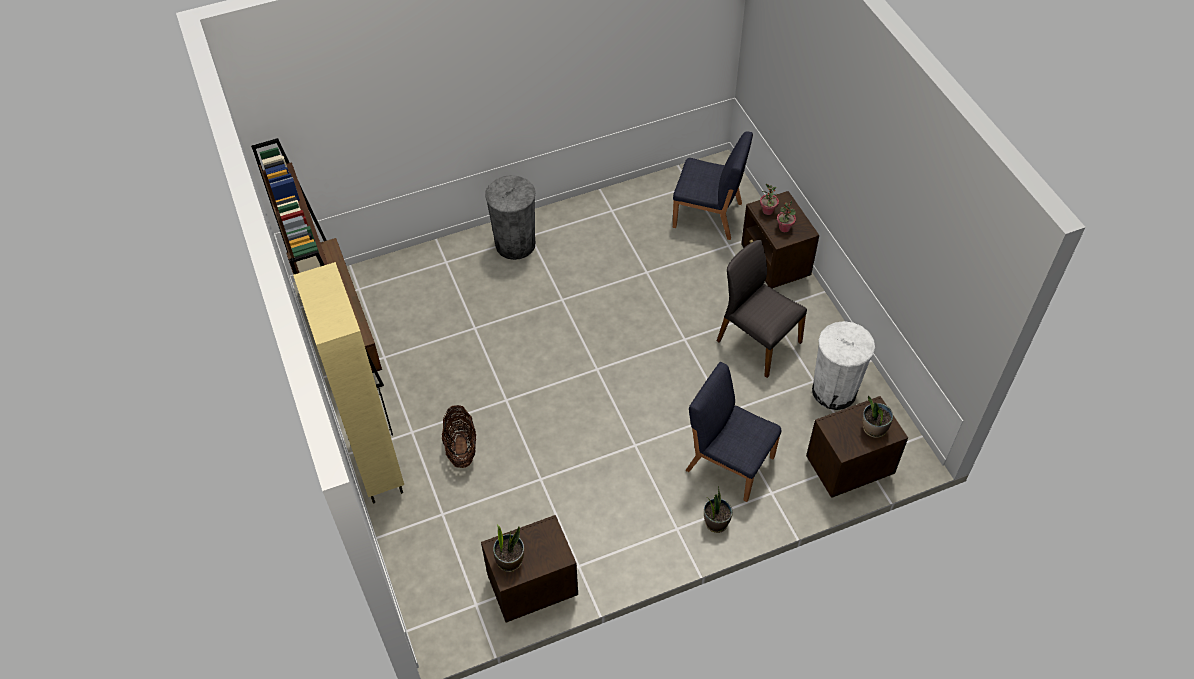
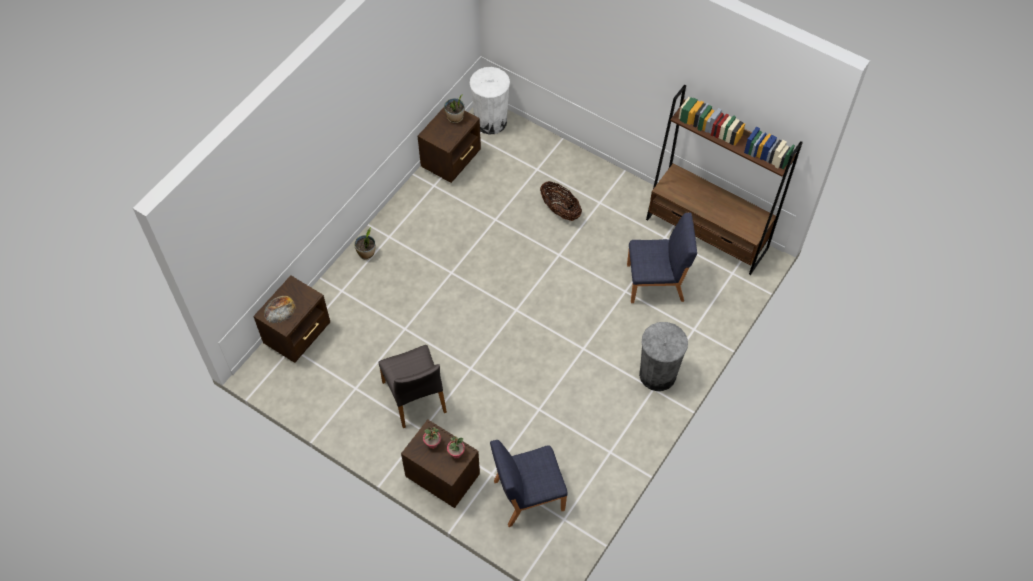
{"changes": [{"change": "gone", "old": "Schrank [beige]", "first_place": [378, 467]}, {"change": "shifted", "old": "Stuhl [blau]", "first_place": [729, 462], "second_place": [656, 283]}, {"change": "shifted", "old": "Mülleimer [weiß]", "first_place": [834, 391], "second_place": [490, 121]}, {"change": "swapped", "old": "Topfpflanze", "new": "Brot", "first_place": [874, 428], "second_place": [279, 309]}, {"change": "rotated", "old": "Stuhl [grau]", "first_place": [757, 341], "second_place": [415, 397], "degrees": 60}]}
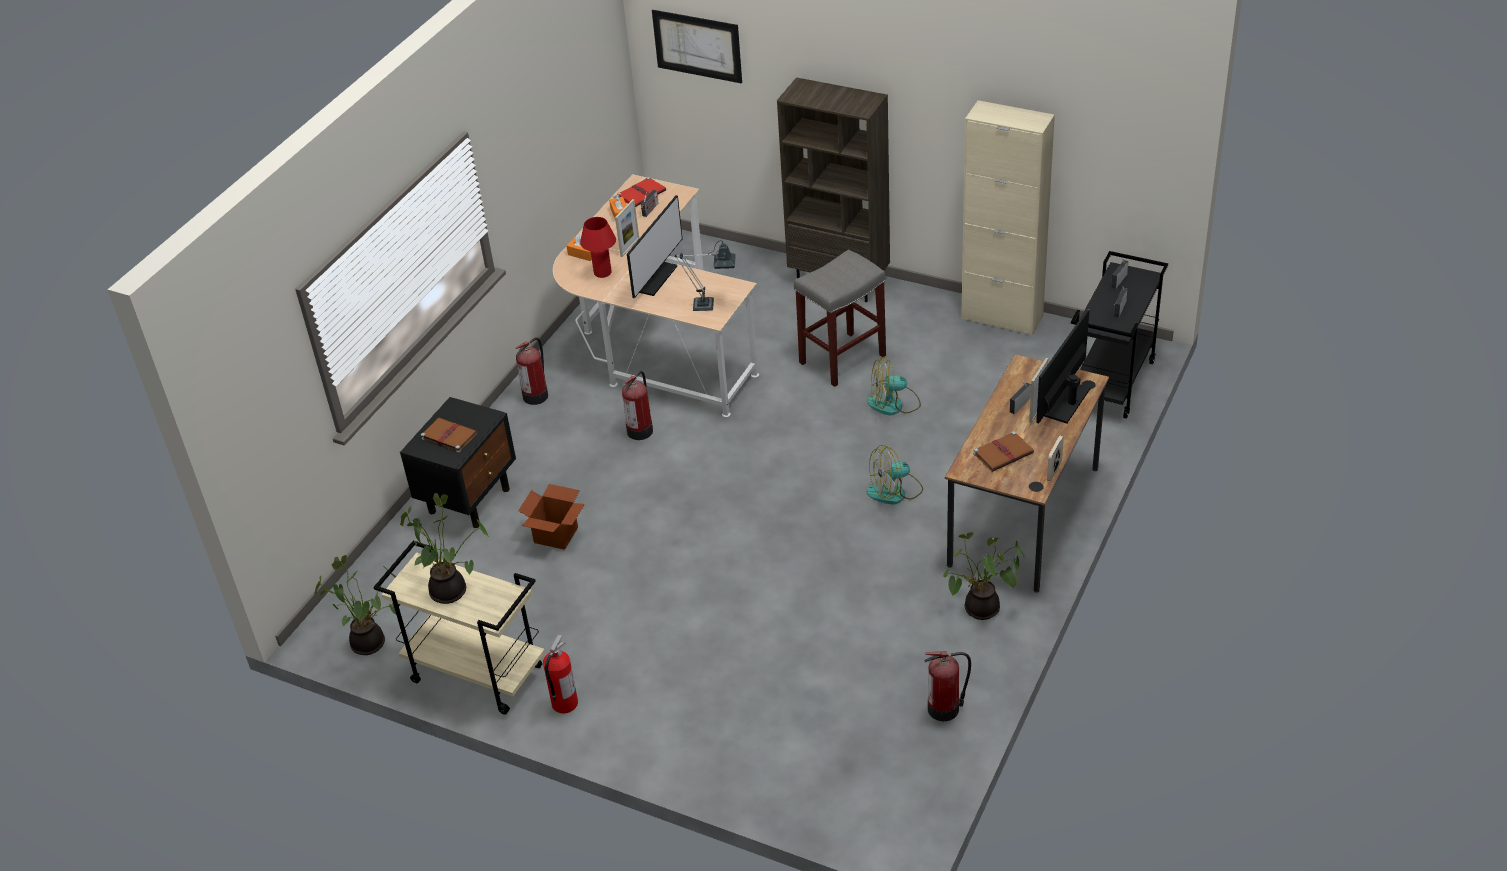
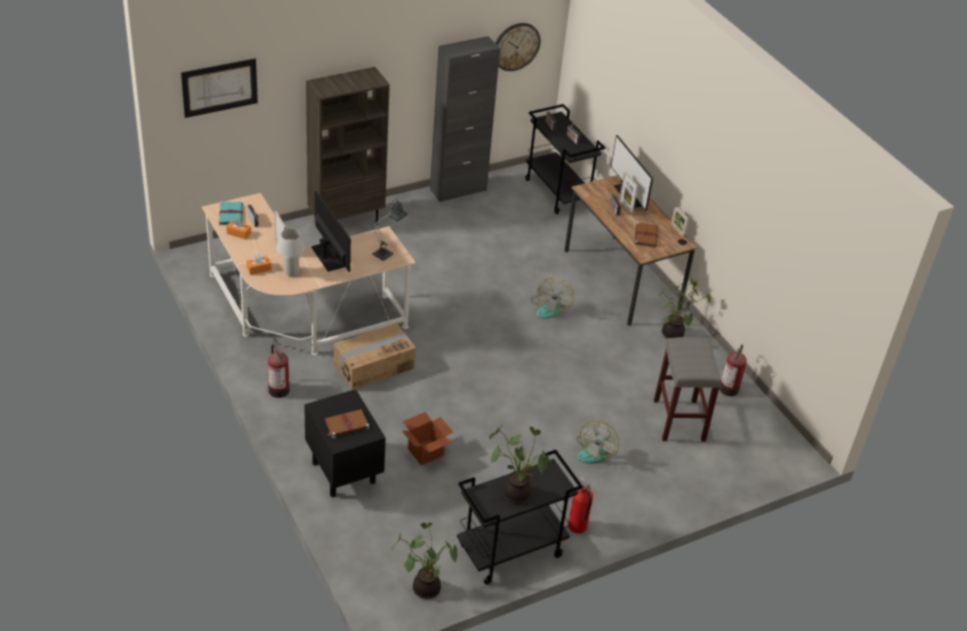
{"changes": [{"change": "new", "new": "Wanduhr", "second_place": [516, 46]}, {"change": "shifted", "old": "Hocker [grau]", "first_place": [842, 360], "second_place": [679, 421]}, {"change": "shifted", "old": "Ventilator", "first_place": [894, 404], "second_place": [595, 451]}, {"change": "swapped", "old": "Feuerlöscher", "new": "Karton", "first_place": [640, 430], "second_place": [373, 366]}, {"change": "repainted", "old": "Rollwagen [beige]", "new": "Rollwagen [schwarz]", "first_place": [475, 674], "second_place": [510, 552]}, {"change": "repainted", "old": "Tischlampe [rot]", "new": "Tischlampe [weiß]", "first_place": [602, 273], "second_place": [291, 272]}, {"change": "repainted", "old": "Buch [rot]", "new": "Buch [türkis]", "first_place": [642, 194], "second_place": [230, 214]}, {"change": "repainted", "old": "Schrank [beige]", "new": "Schrank [schwarz]", "first_place": [1002, 317], "second_place": [458, 190]}]}
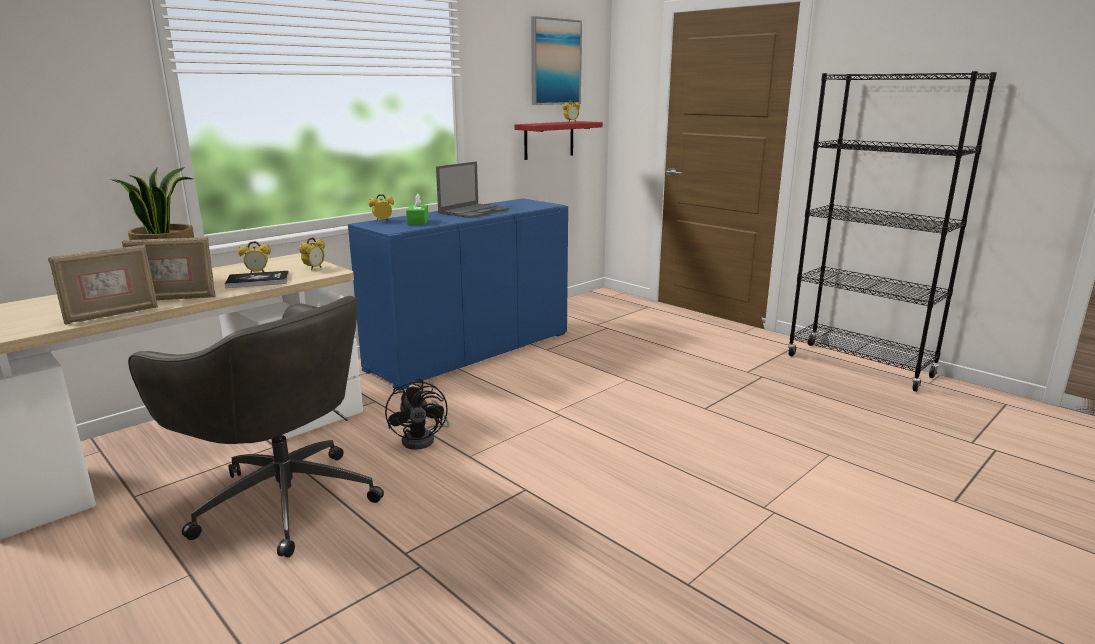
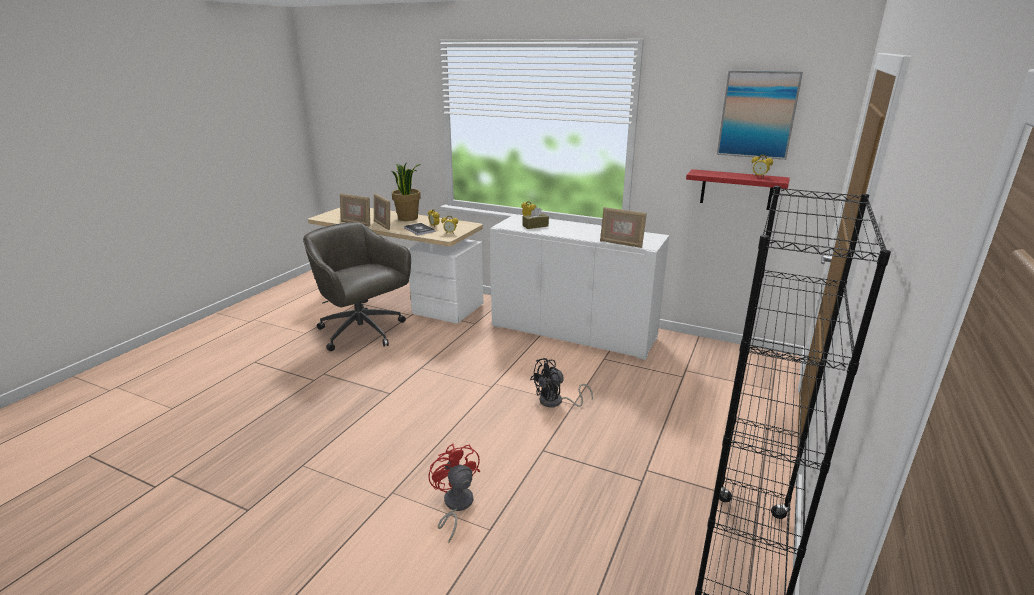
{"changes": [{"change": "gone", "old": "Laptop", "first_place": [474, 211]}, {"change": "new", "new": "Ventilator [rot]", "second_place": [455, 506]}, {"change": "new", "new": "Bilderrahmen", "second_place": [621, 244]}, {"change": "shifted", "old": "Ventilator [schwarz]", "first_place": [424, 439], "second_place": [556, 402]}, {"change": "repainted", "old": "Schrank [blau]", "new": "Schrank [weiß]", "first_place": [471, 351], "second_place": [573, 332]}, {"change": "repainted", "old": "Taschentuchbox [grün]", "new": "Taschentuchbox [braun]", "first_place": [418, 222], "second_place": [535, 226]}, {"change": "rotated", "old": "Bürostuhl [grau]", "first_place": [283, 499], "second_place": [363, 332], "degrees": 120}]}
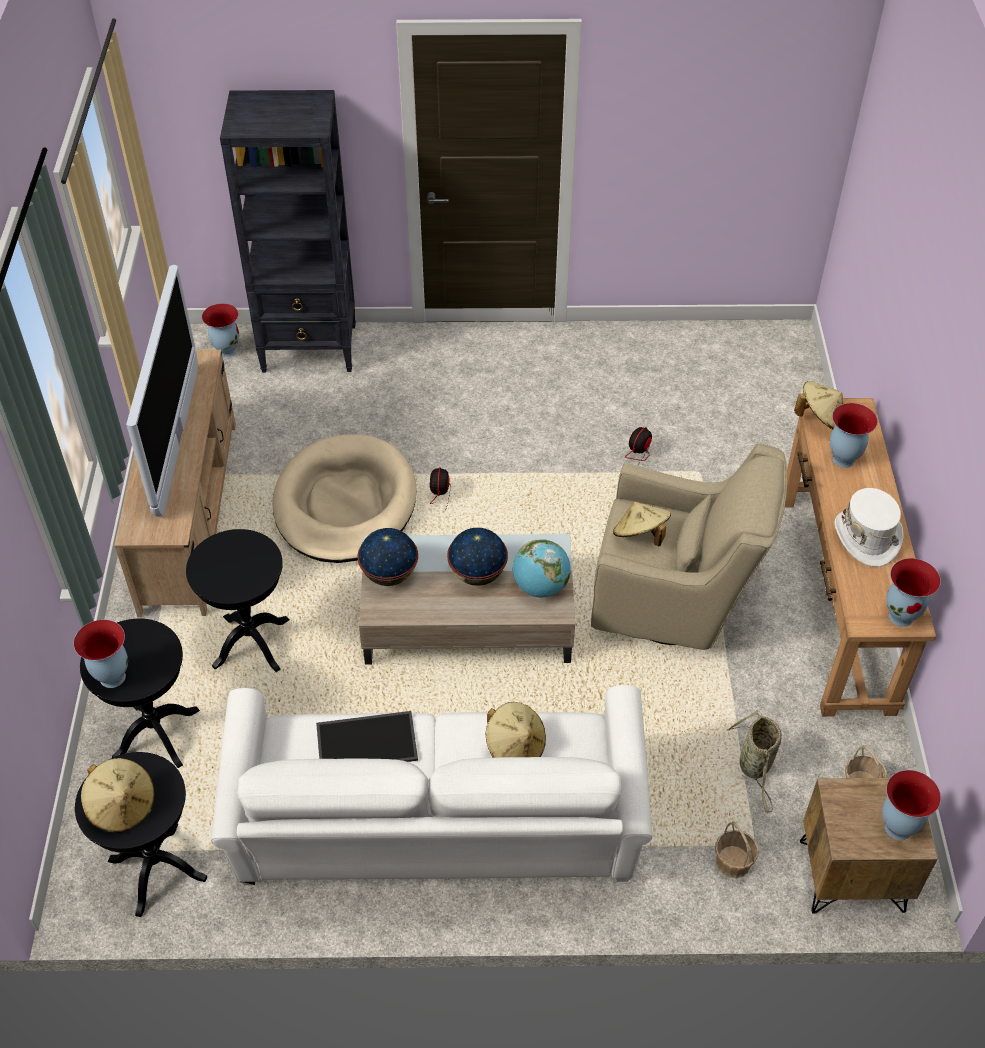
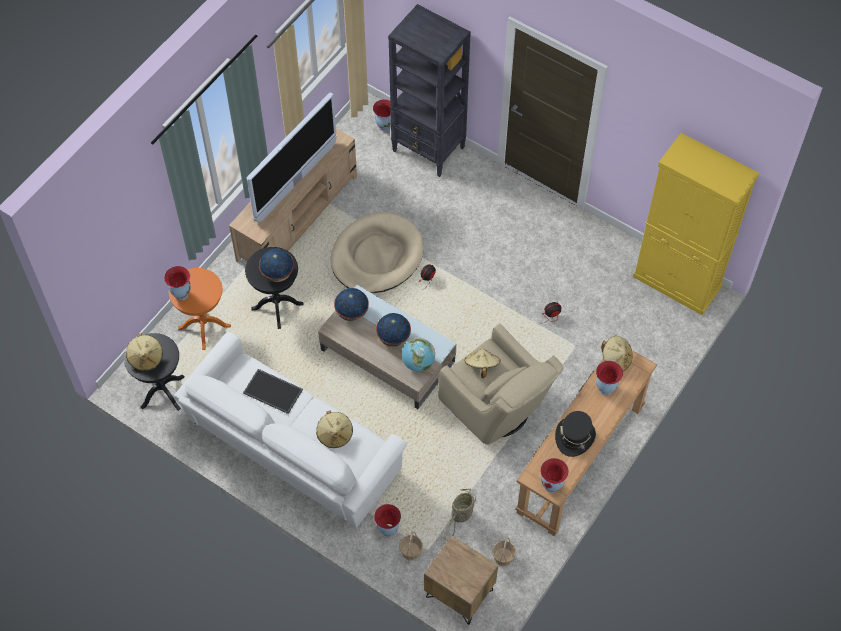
{"changes": [{"change": "new", "new": "Globus", "second_place": [278, 274]}, {"change": "new", "new": "Schrank [gelb]", "second_place": [677, 282]}, {"change": "shifted", "old": "Vase", "first_place": [897, 828], "second_place": [387, 530]}, {"change": "repainted", "old": "Beistelltisch [schwarz]", "new": "Beistelltisch [orange]", "first_place": [156, 734], "second_place": [204, 327]}, {"change": "repainted", "old": "Hut [weiß]", "new": "Hut [schwarz]", "first_place": [866, 538], "second_place": [575, 437]}]}
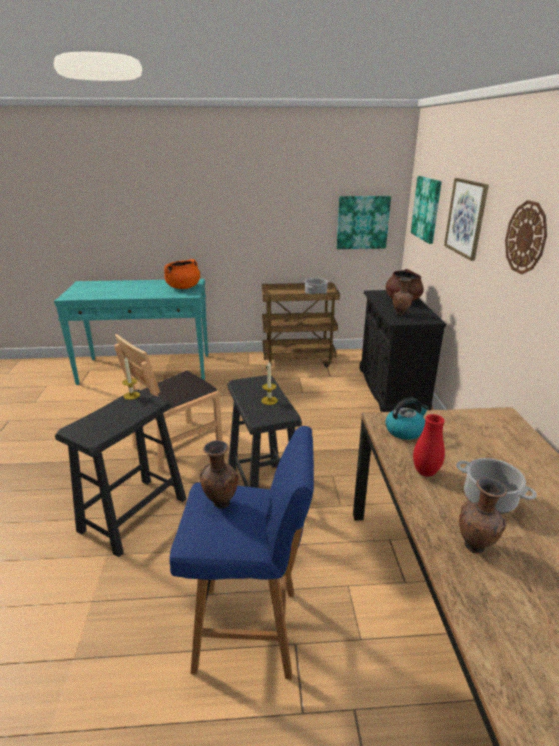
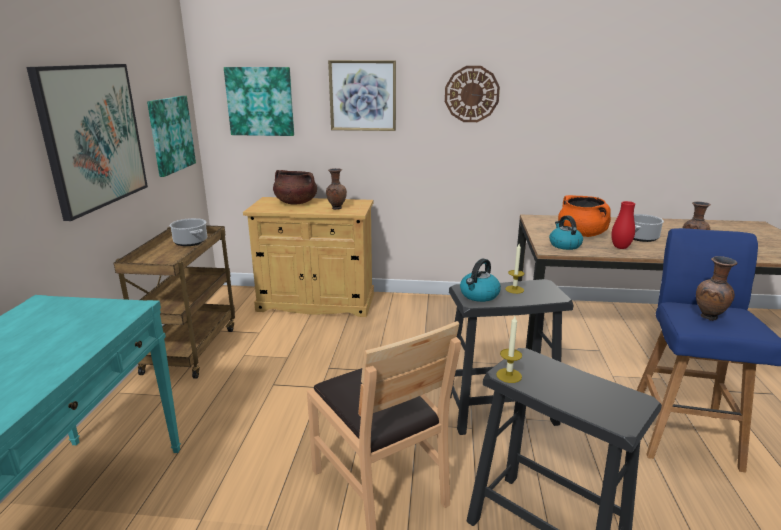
{"changes": [{"change": "new", "new": "Bild", "second_place": [93, 136]}, {"change": "new", "new": "Wasserkessel", "second_place": [479, 295]}, {"change": "shifted", "old": "Kochtopf [orange]", "first_place": [183, 287], "second_place": [582, 234]}, {"change": "repainted", "old": "Schrank [schwarz]", "new": "Schrank [beige]", "first_place": [391, 389], "second_place": [316, 302]}]}
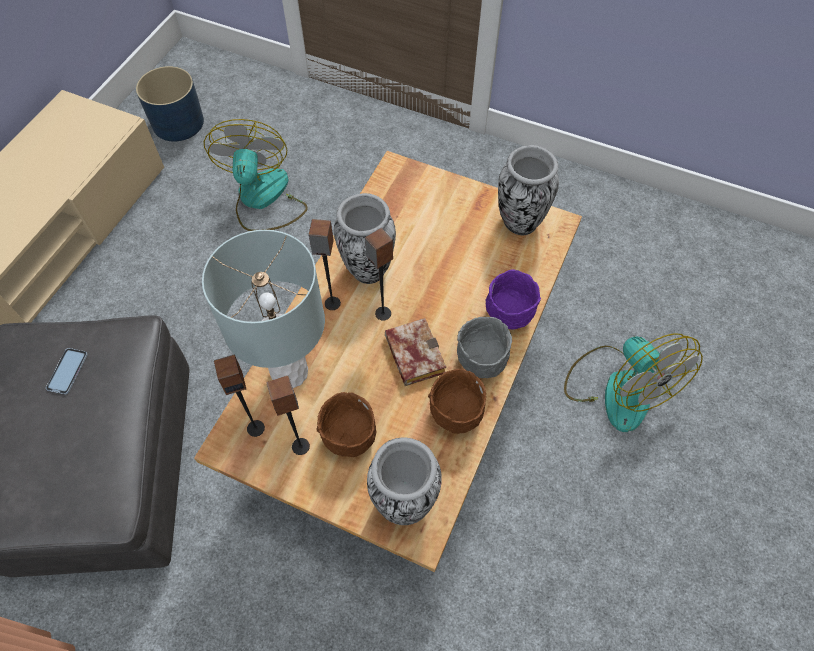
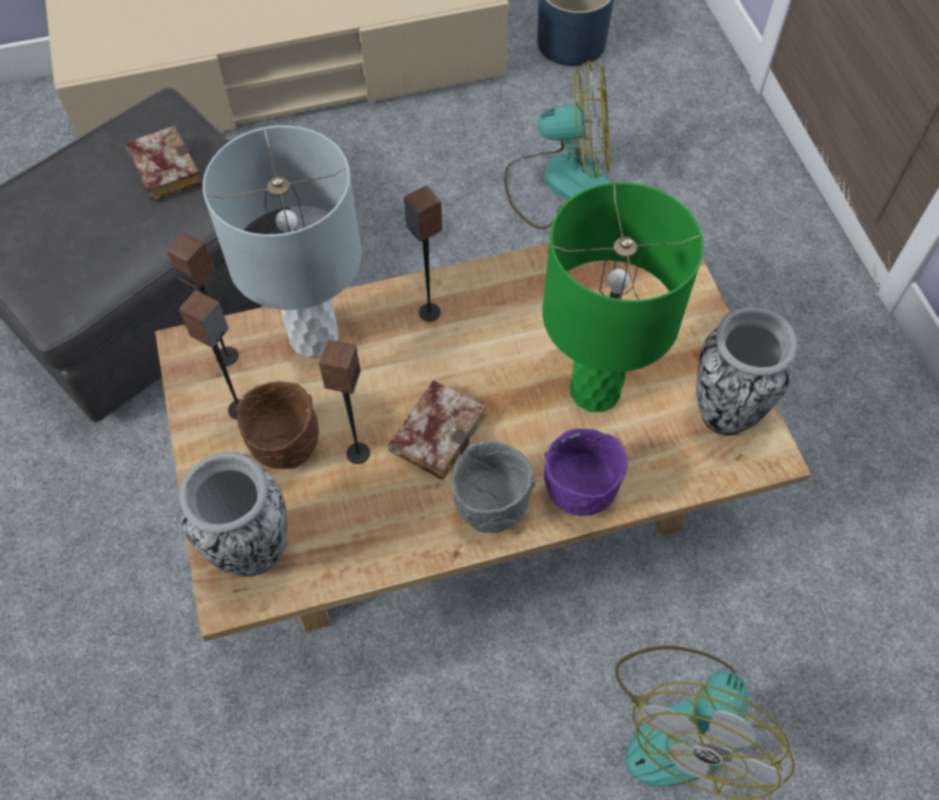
{"changes": [{"change": "gone", "old": "Vase", "first_place": [368, 269]}, {"change": "gone", "old": "Schüssel [braun]", "first_place": [456, 414]}, {"change": "new", "new": "Tischlampe [grün]", "second_place": [594, 390]}, {"change": "shifted", "old": "Lautsprecher", "first_place": [382, 313], "second_place": [357, 453]}, {"change": "swapped", "old": "Handy", "new": "Buch", "first_place": [67, 371], "second_place": [162, 168]}, {"change": "rotated", "old": "Ventilator", "first_place": [263, 200], "second_place": [559, 182], "degrees": 45}]}
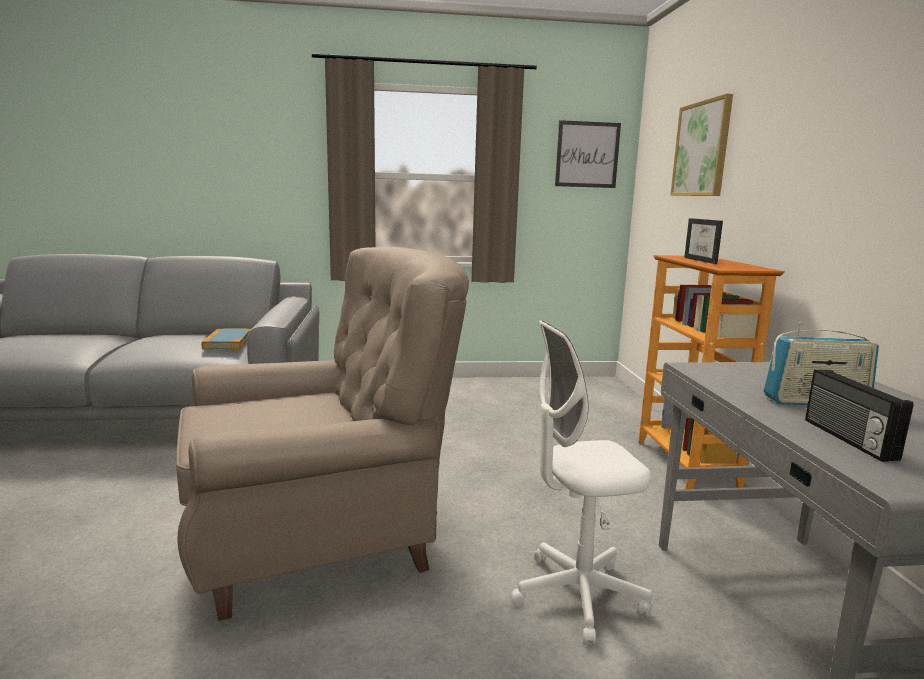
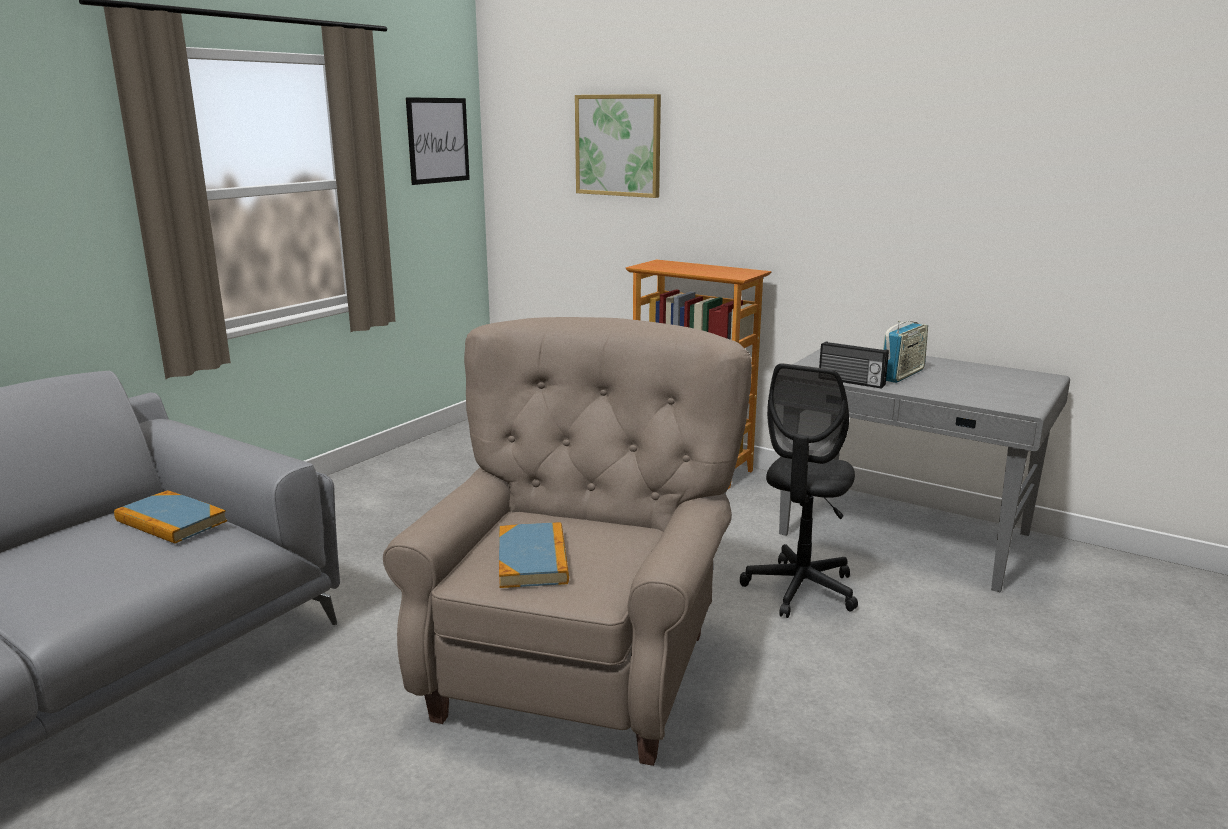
{"changes": [{"change": "gone", "old": "Bilderrahmen", "first_place": [705, 261]}, {"change": "new", "new": "Buch", "second_place": [533, 559]}, {"change": "shifted", "old": "Radio", "first_place": [847, 439], "second_place": [851, 382]}, {"change": "repainted", "old": "Bürostuhl [weiß]", "new": "Bürostuhl [schwarz]", "first_place": [578, 595], "second_place": [800, 590]}]}
